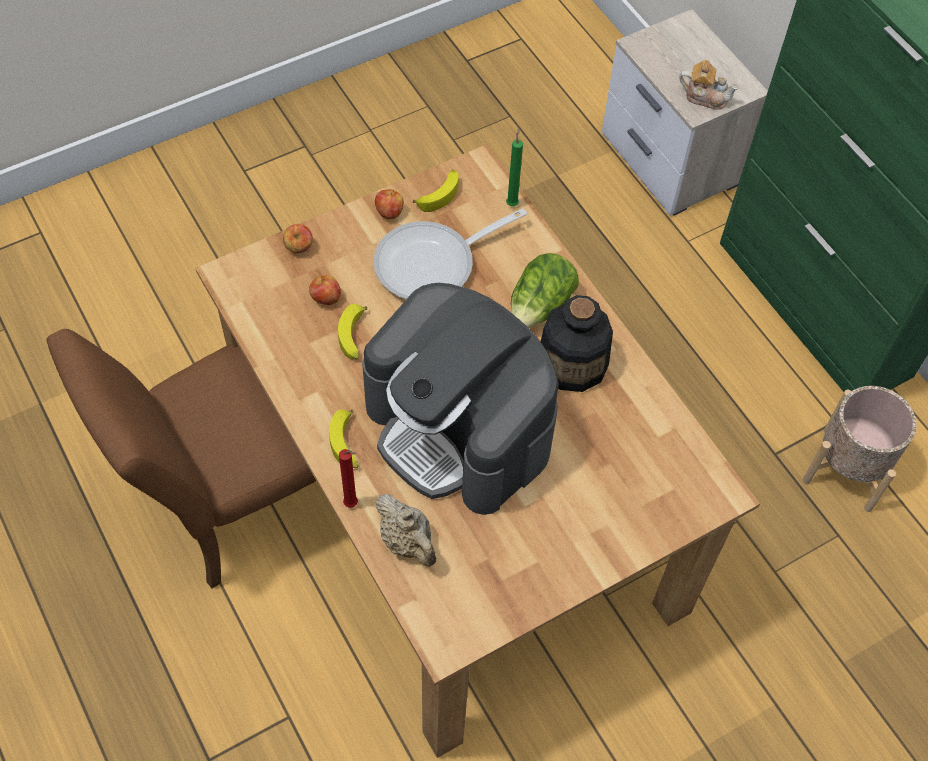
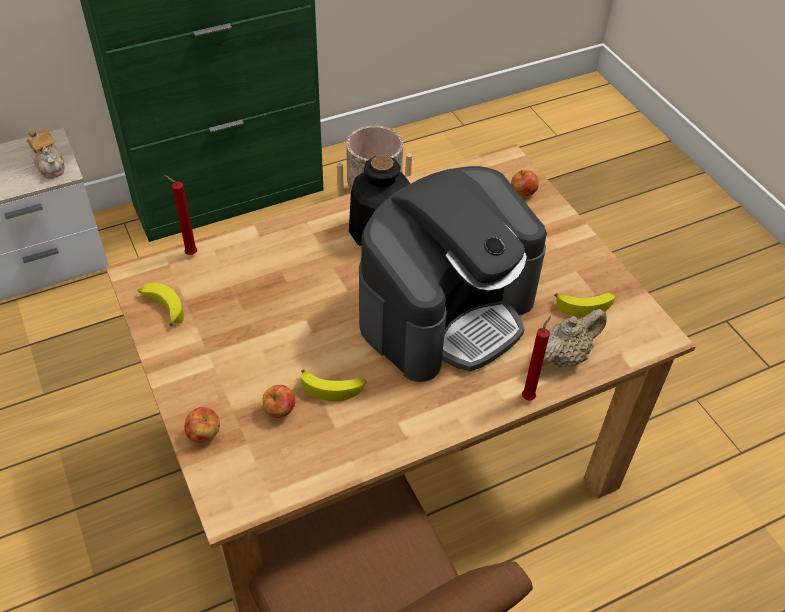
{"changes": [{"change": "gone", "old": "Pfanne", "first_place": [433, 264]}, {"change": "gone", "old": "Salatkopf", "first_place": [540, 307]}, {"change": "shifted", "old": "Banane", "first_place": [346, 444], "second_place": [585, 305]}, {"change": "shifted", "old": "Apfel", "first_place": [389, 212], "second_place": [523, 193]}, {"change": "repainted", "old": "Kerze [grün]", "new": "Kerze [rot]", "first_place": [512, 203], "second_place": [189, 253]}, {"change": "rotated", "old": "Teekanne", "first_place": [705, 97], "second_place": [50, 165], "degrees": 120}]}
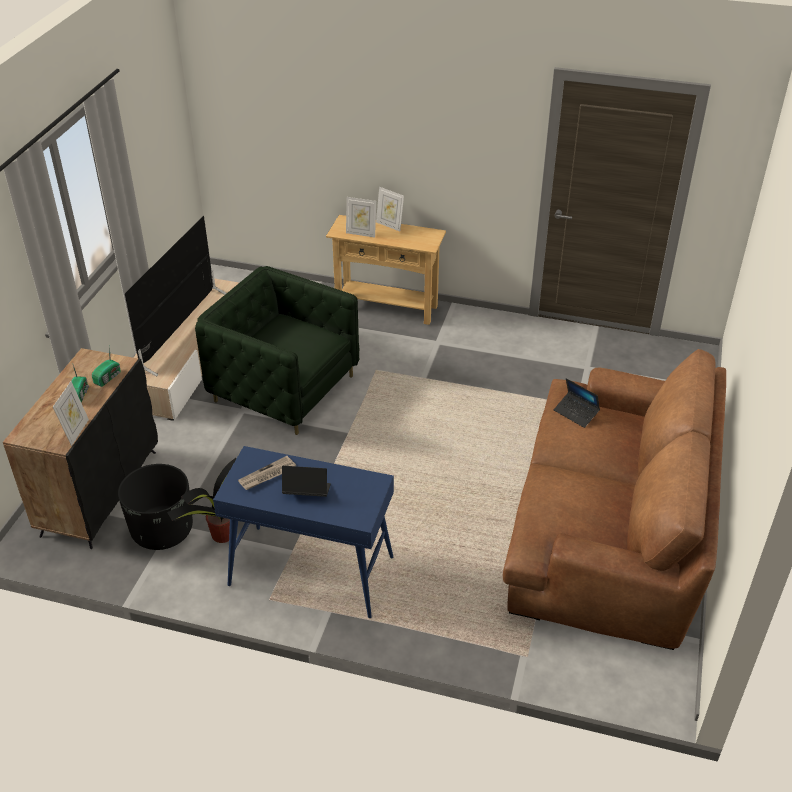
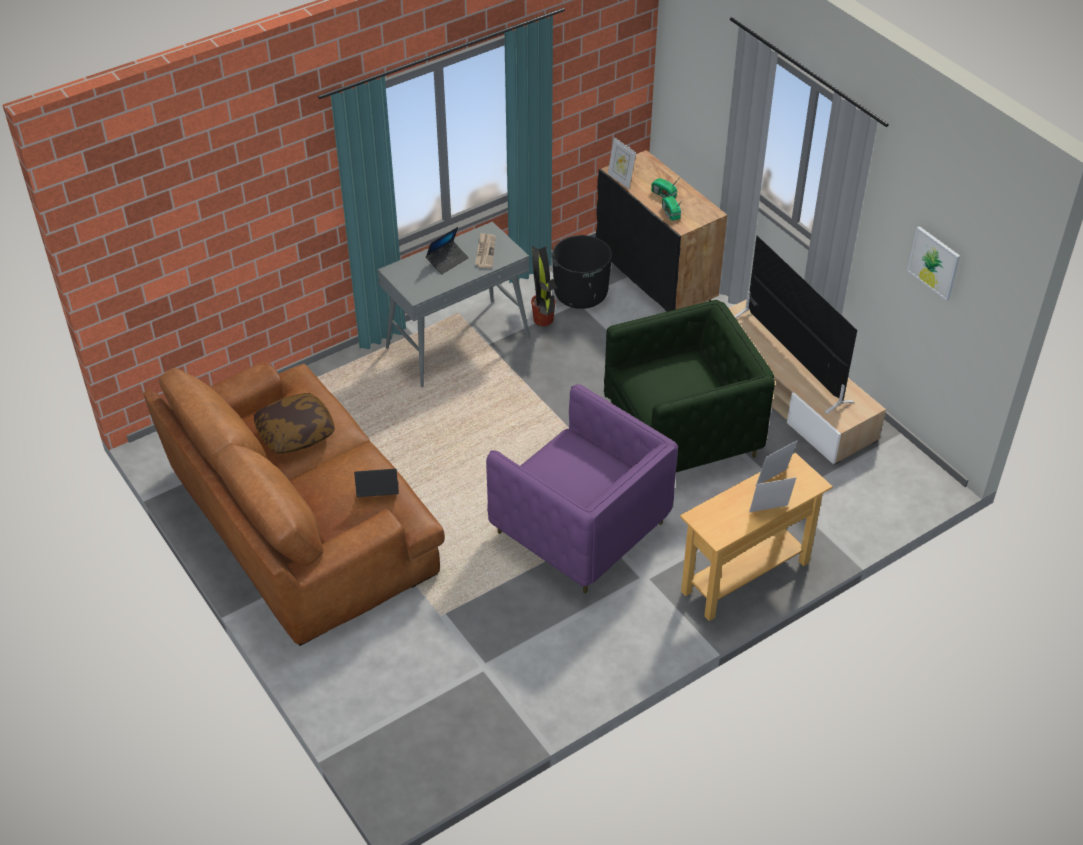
{"changes": [{"change": "new", "new": "Kissen", "second_place": [296, 433]}, {"change": "new", "new": "Sessel [lila]", "second_place": [580, 528]}, {"change": "new", "new": "Bild", "second_place": [934, 262]}, {"change": "repainted", "old": "Konsolentisch [blau]", "new": "Konsolentisch [grau]", "first_place": [310, 571], "second_place": [458, 342]}]}
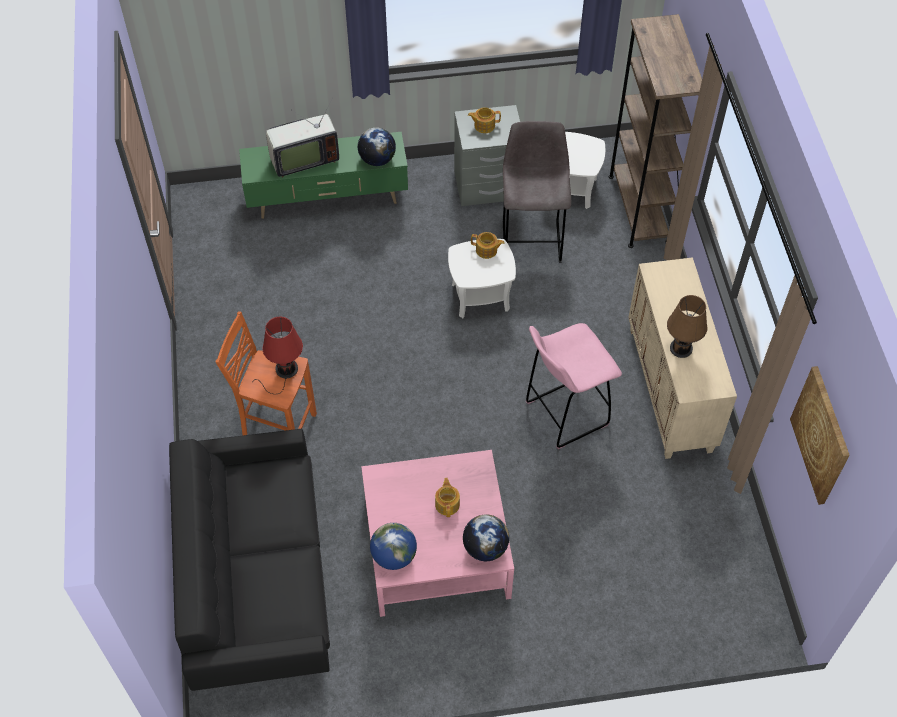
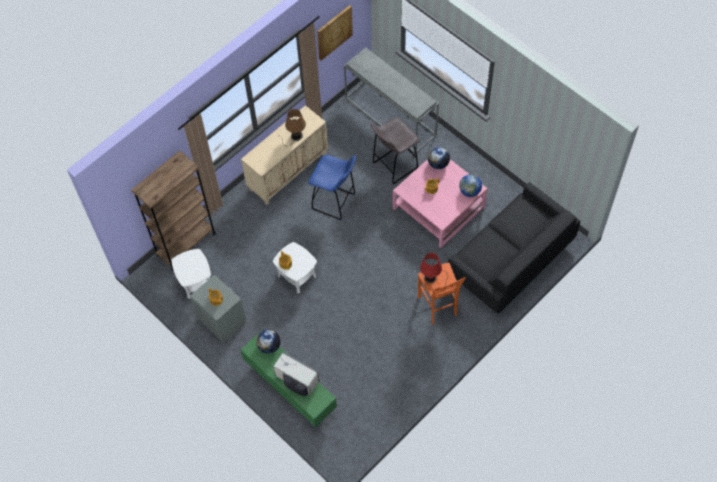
{"changes": [{"change": "new", "new": "Konsolentisch [grau]", "second_place": [391, 116]}, {"change": "shifted", "old": "Hocker [grau]", "first_place": [531, 240], "second_place": [393, 166]}, {"change": "repainted", "old": "Hocker [rosa]", "new": "Hocker [blau]", "first_place": [564, 414], "second_place": [335, 202]}]}
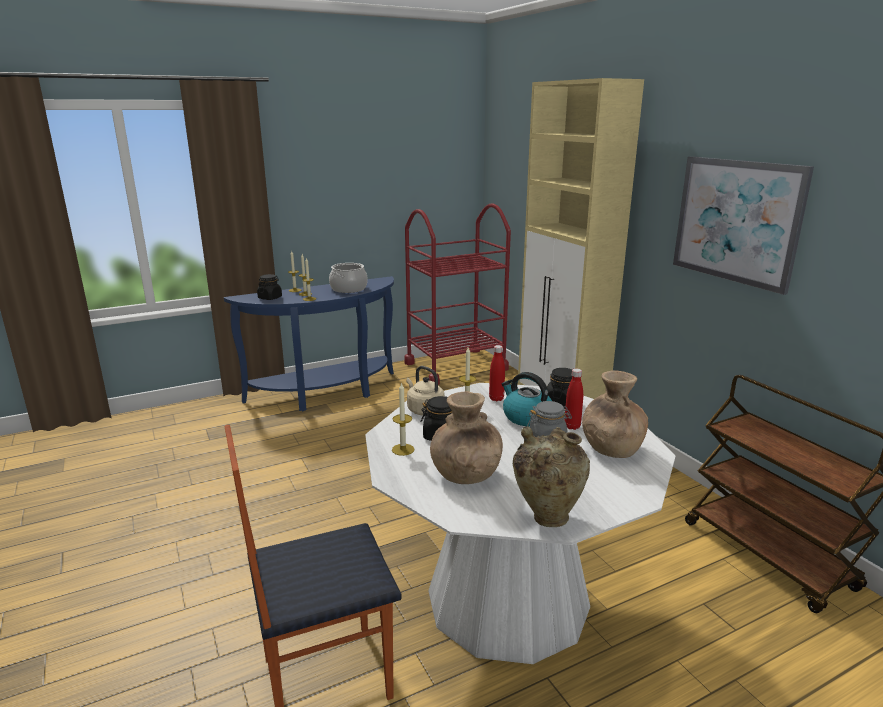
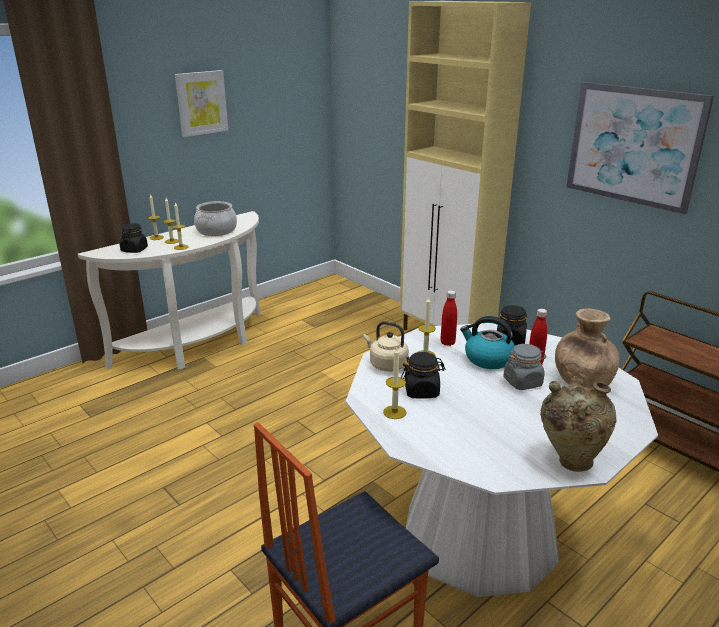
{"changes": [{"change": "gone", "old": "Rollwagen [rot]", "first_place": [455, 366]}, {"change": "gone", "old": "Vase [braun]", "first_place": [465, 474]}, {"change": "new", "new": "Bild", "second_place": [201, 103]}, {"change": "repainted", "old": "Konsolentisch [blau]", "new": "Konsolentisch [weiß]", "first_place": [327, 394], "second_place": [199, 346]}]}
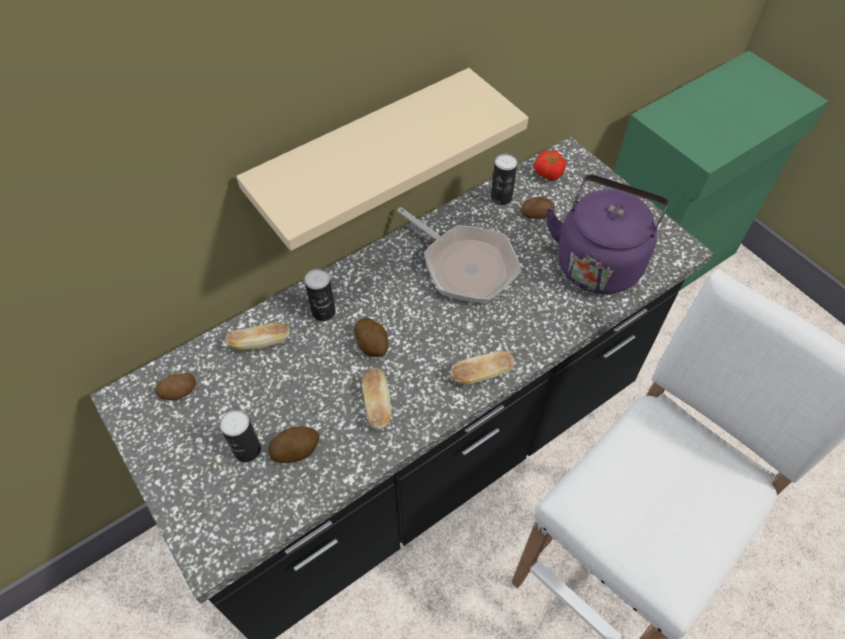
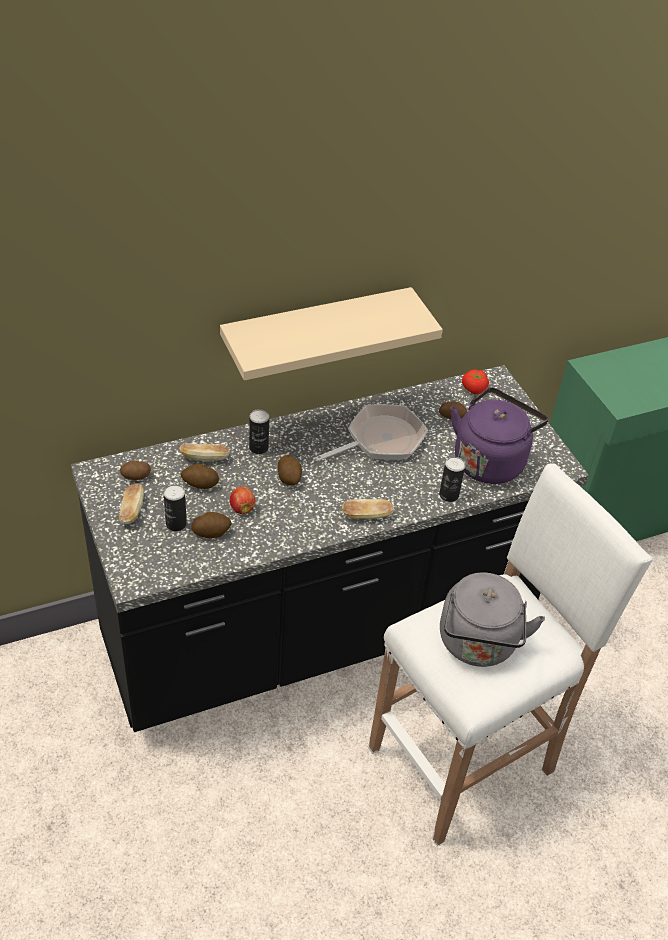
{"changes": [{"change": "new", "new": "Kartoffel", "second_place": [200, 484]}, {"change": "new", "new": "Apfel", "second_place": [242, 508]}, {"change": "new", "new": "Wasserkessel [grau]", "second_place": [478, 645]}, {"change": "shifted", "old": "Brot", "first_place": [377, 405], "second_place": [131, 511]}, {"change": "shifted", "old": "Dose", "first_place": [501, 197], "second_place": [449, 495]}, {"change": "rotated", "old": "Pfanne", "first_place": [465, 265], "second_place": [380, 440], "degrees": -90}]}
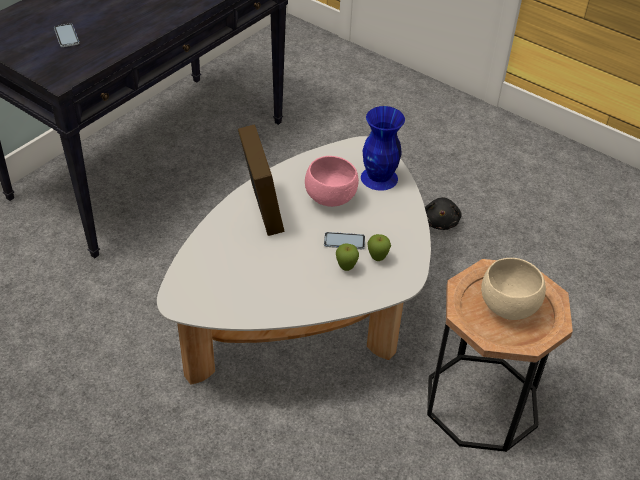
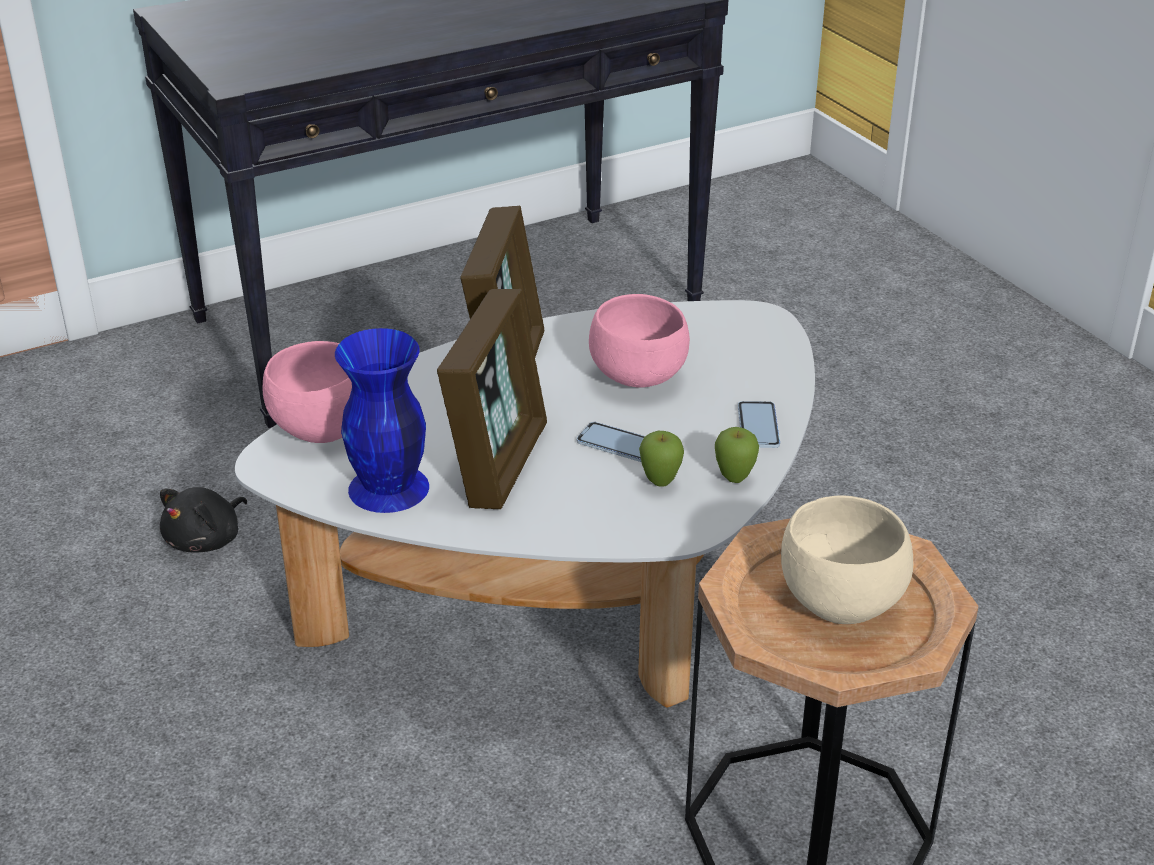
{"changes": [{"change": "new", "new": "Schüssel [rosa]", "second_place": [322, 431]}, {"change": "new", "new": "Bilderrahmen", "second_place": [498, 463]}, {"change": "shifted", "old": "Handy", "first_place": [66, 36], "second_place": [758, 426]}, {"change": "shifted", "old": "Apfel", "first_place": [346, 268], "second_place": [734, 479]}, {"change": "shifted", "old": "Vase [blau]", "first_place": [379, 178], "second_place": [387, 488]}, {"change": "shifted", "old": "Plüschtier [schwarz]", "first_place": [440, 221], "second_place": [206, 540]}]}
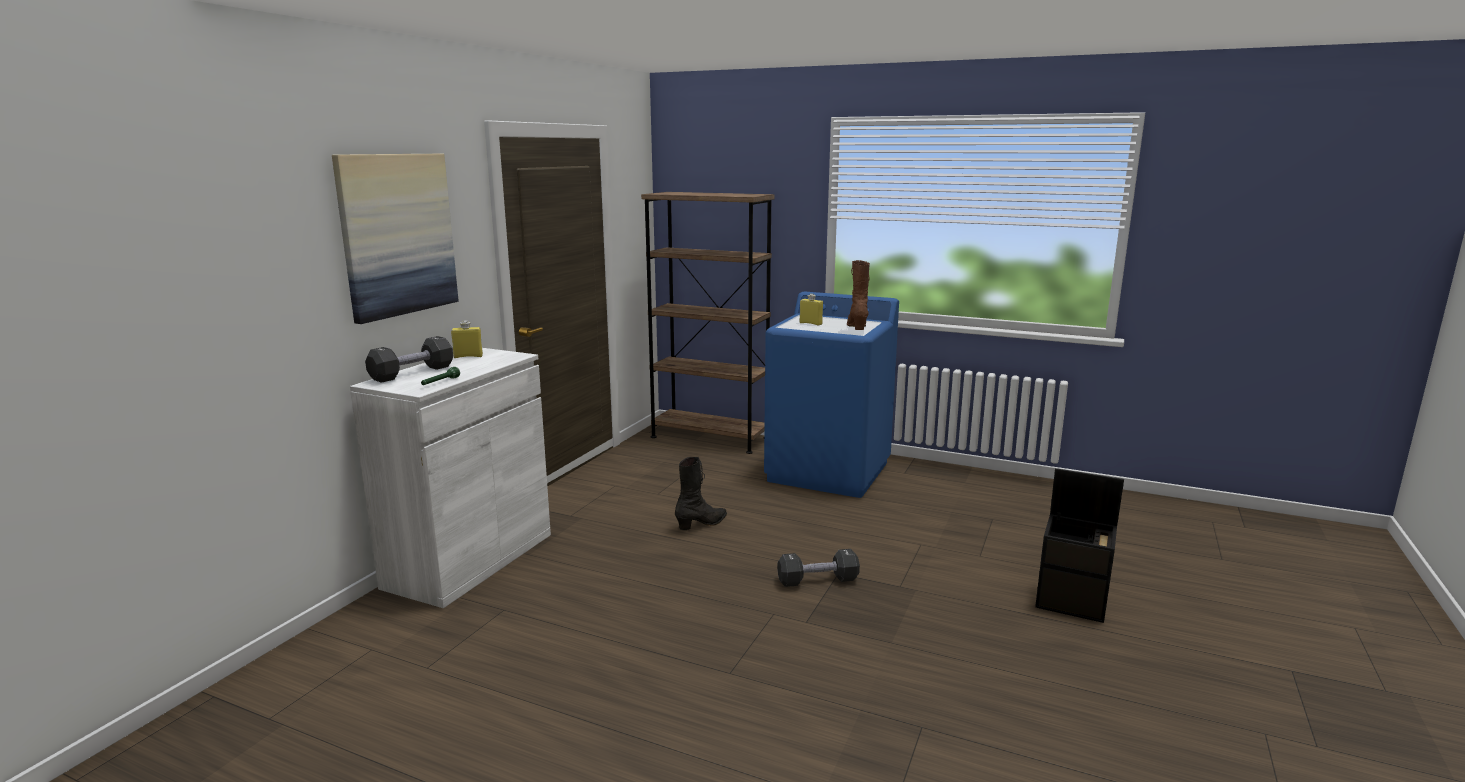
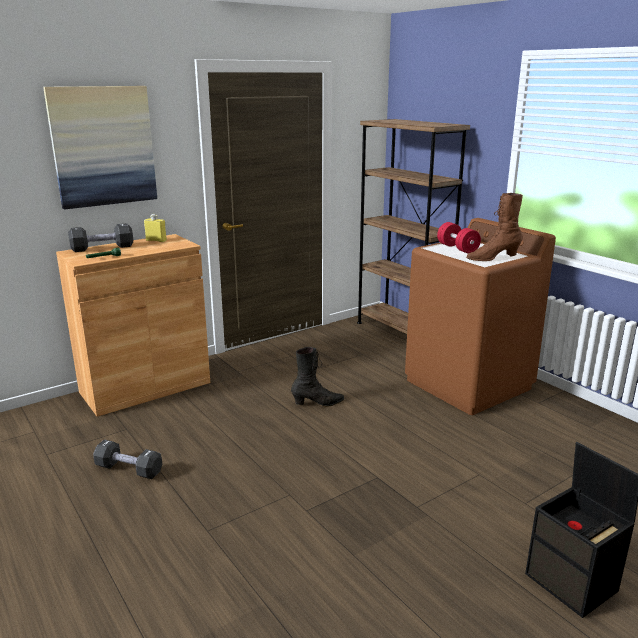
{"changes": [{"change": "shifted", "old": "Hantel [schwarz]", "first_place": [817, 580], "second_place": [129, 469]}, {"change": "swapped", "old": "Flasche [gelb]", "new": "Hantel [rot]", "first_place": [810, 323], "second_place": [457, 248]}, {"change": "repainted", "old": "Schrank [weiß]", "new": "Schrank [braun]", "first_place": [470, 560], "second_place": [145, 387]}, {"change": "repainted", "old": "Waschmaschine [blau]", "new": "Waschmaschine [braun]", "first_place": [829, 472], "second_place": [468, 384]}, {"change": "rotated", "old": "Stiefel [braun]", "first_place": [857, 327], "second_place": [492, 258], "degrees": -135}]}
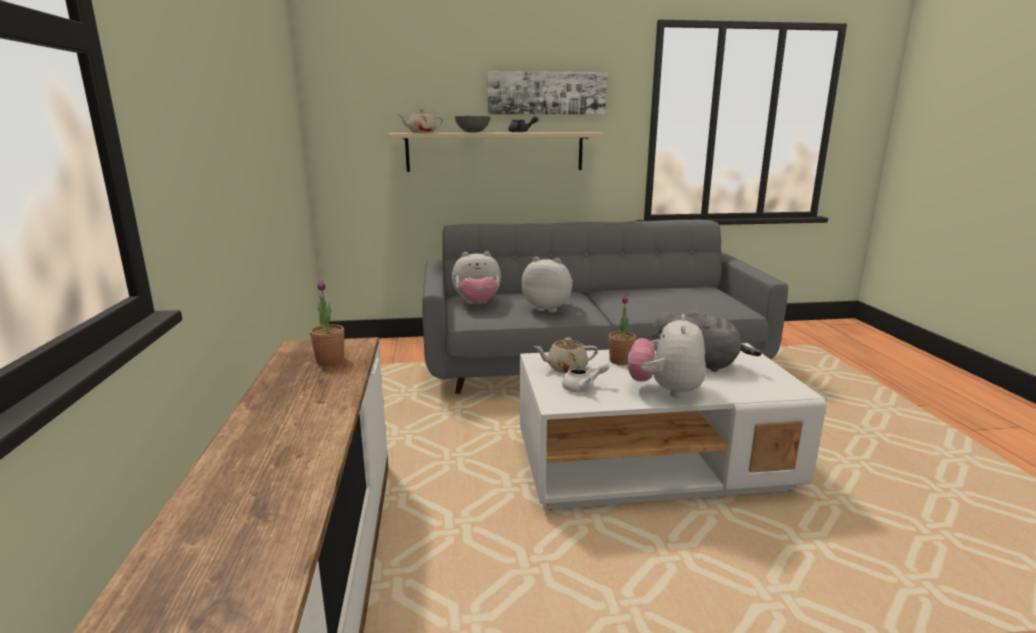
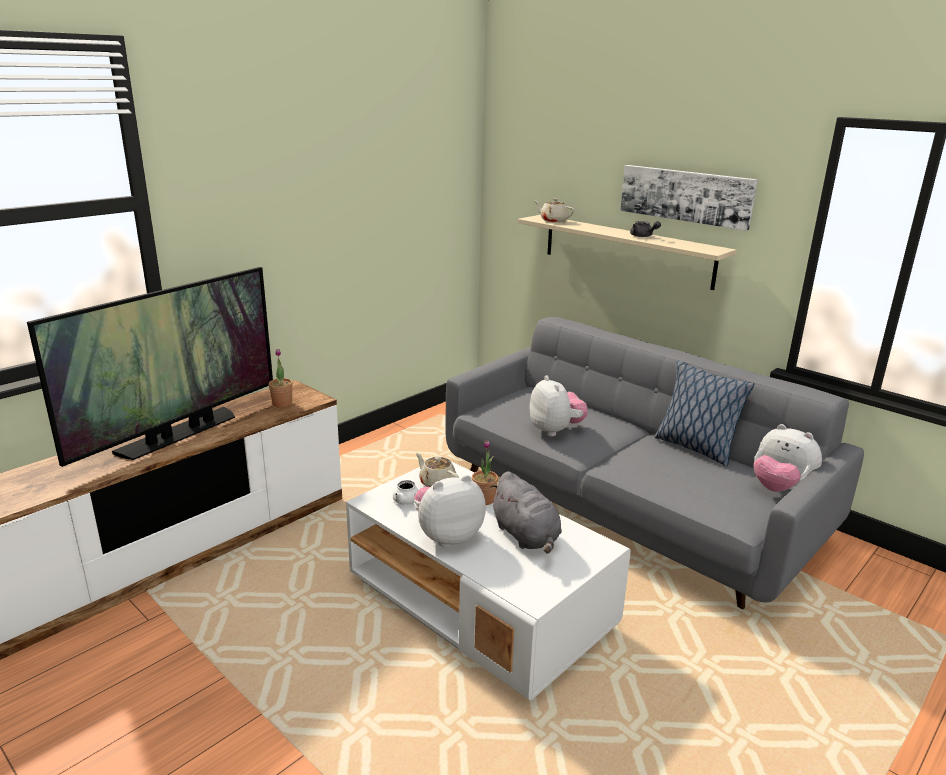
{"changes": [{"change": "gone", "old": "Schüssel [grau]", "first_place": [472, 132]}, {"change": "new", "new": "Fernseher", "second_place": [179, 434]}, {"change": "new", "new": "Kissen", "second_place": [695, 448]}, {"change": "shifted", "old": "Plüschtier", "first_place": [477, 304], "second_place": [779, 488]}]}
